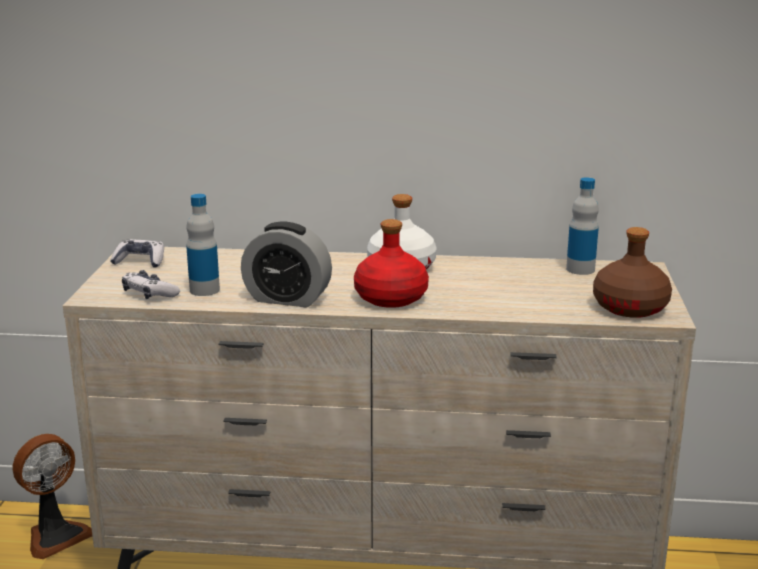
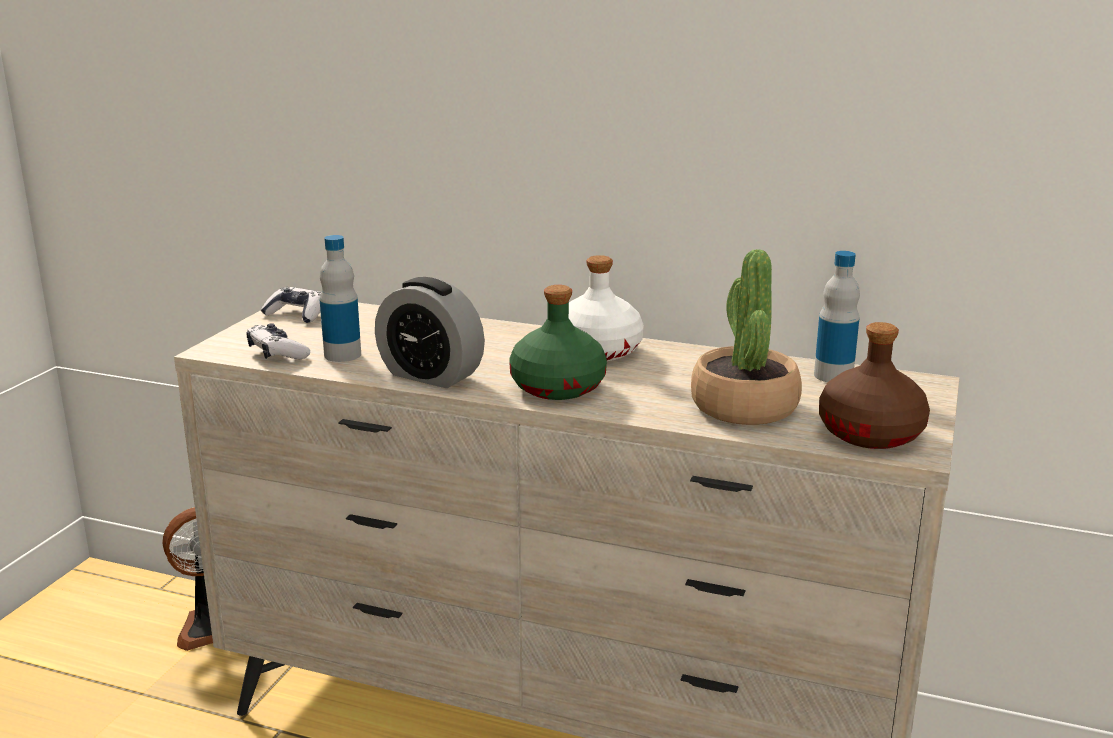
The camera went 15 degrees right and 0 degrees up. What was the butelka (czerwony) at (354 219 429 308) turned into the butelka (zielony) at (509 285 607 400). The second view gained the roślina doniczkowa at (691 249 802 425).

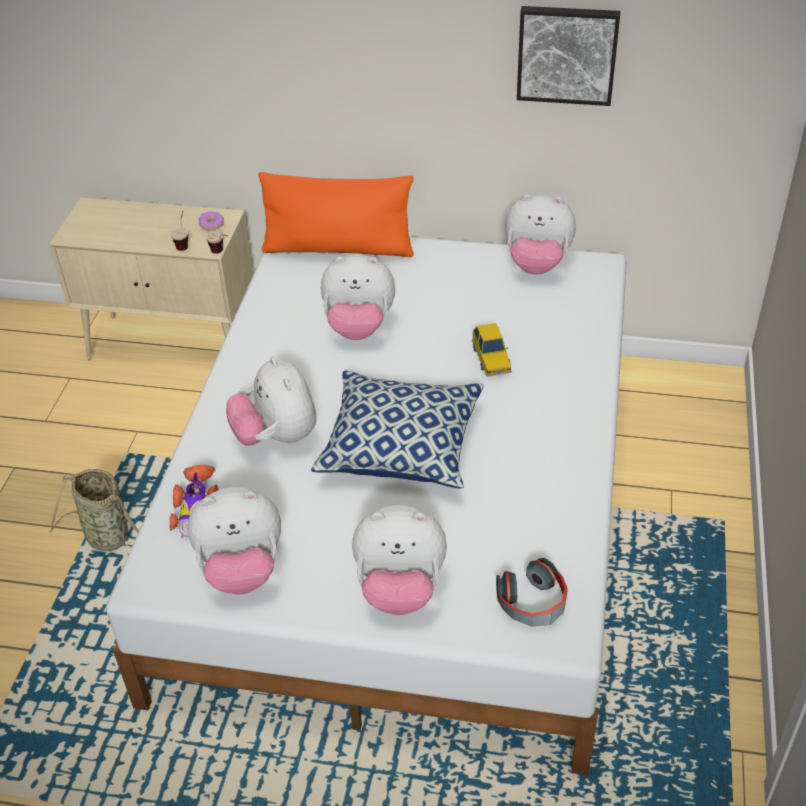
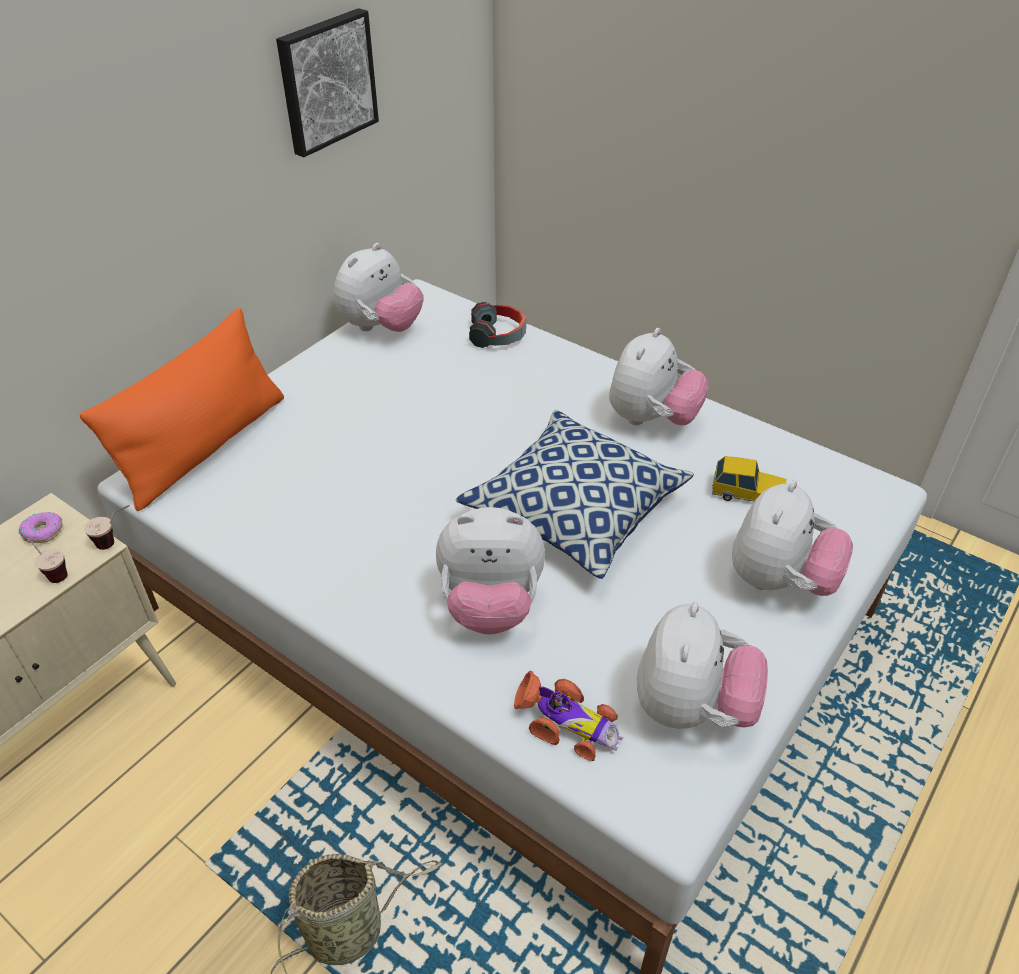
The camera went 65 degrees left and 0 degrees up. The słuchawki ended up elsewhere, having gone from (496 558 568 627) to (469 302 526 348). The pluszak ended up elsewhere, having gone from (321 255 395 340) to (609 328 709 425). The samochodzik ended up elsewhere, having gone from (472 323 512 377) to (712 456 786 502).

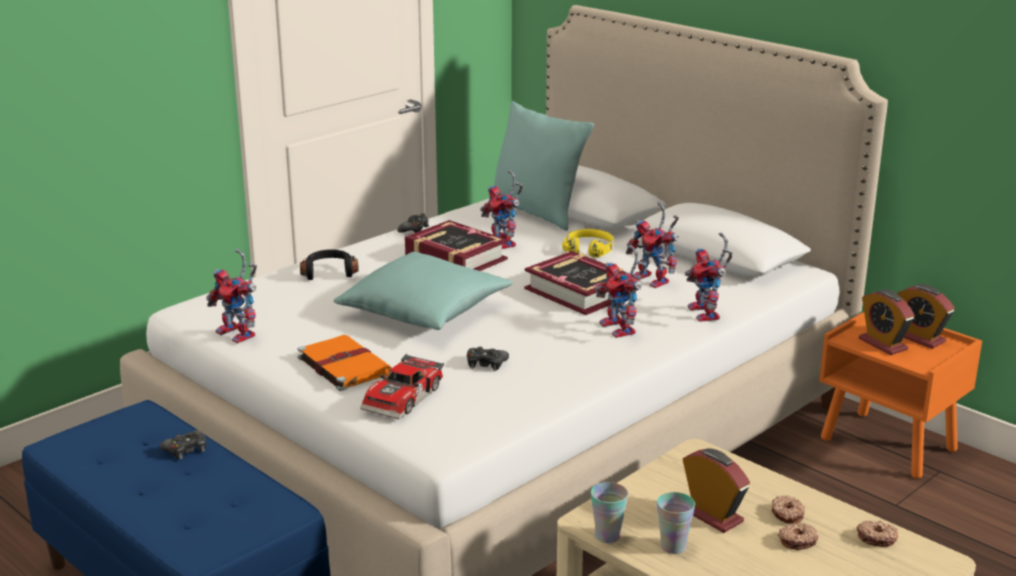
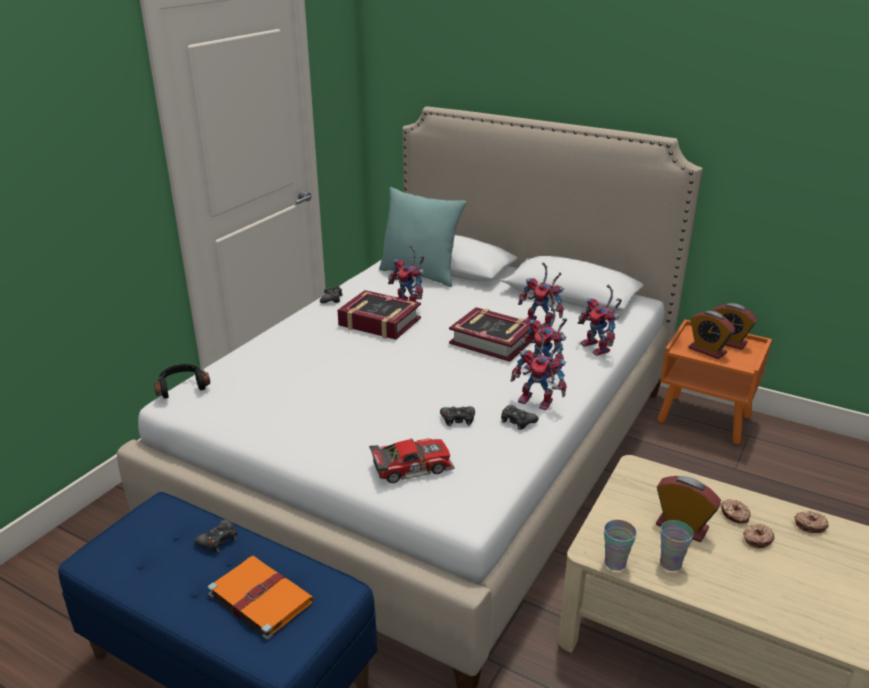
The camera went 15 degrees left and 5 degrees up. The słuchawki (czarny) ended up elsewhere, having gone from (300 249 359 280) to (154 364 210 399). The książka (pomarańczowy) ended up elsewhere, having gone from (297 335 392 391) to (208 556 314 640). The samochodzik at (360 354 444 420) ended up facing another way, 120 degrees counterclockwise from before. The second view gained the pad do gier (czarny) at (501 405 539 430). The robot zabawkowy ended up elsewhere, having gone from (206 248 257 344) to (511 331 567 410). The second view lost the poduszka (turkusowy) at (333 252 513 330). The second view lost the słuchawki (żółty) at (562 229 614 257).

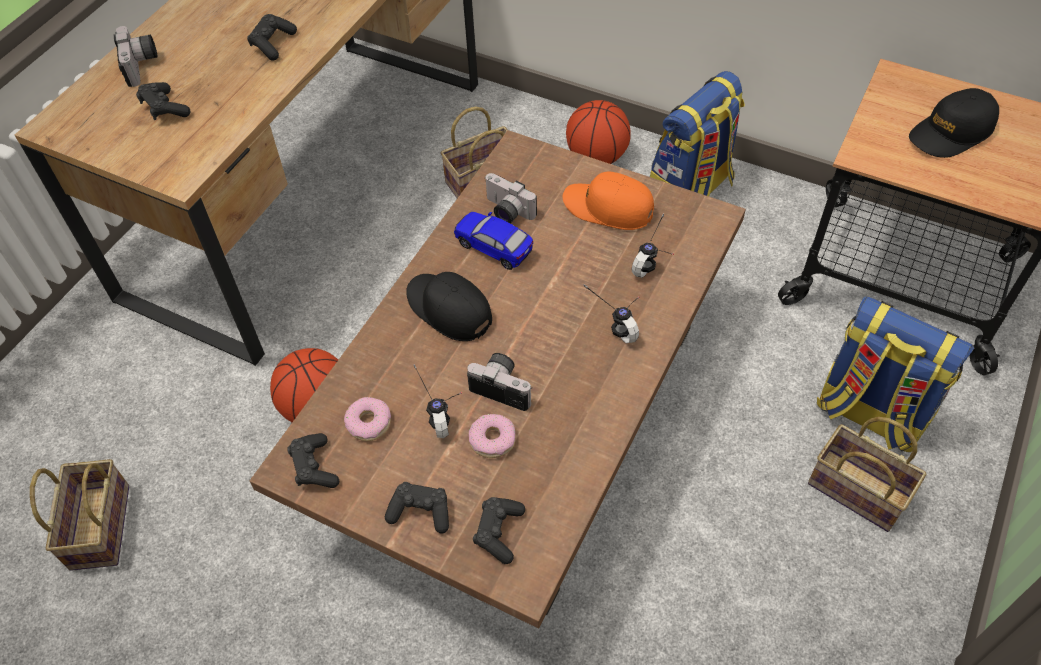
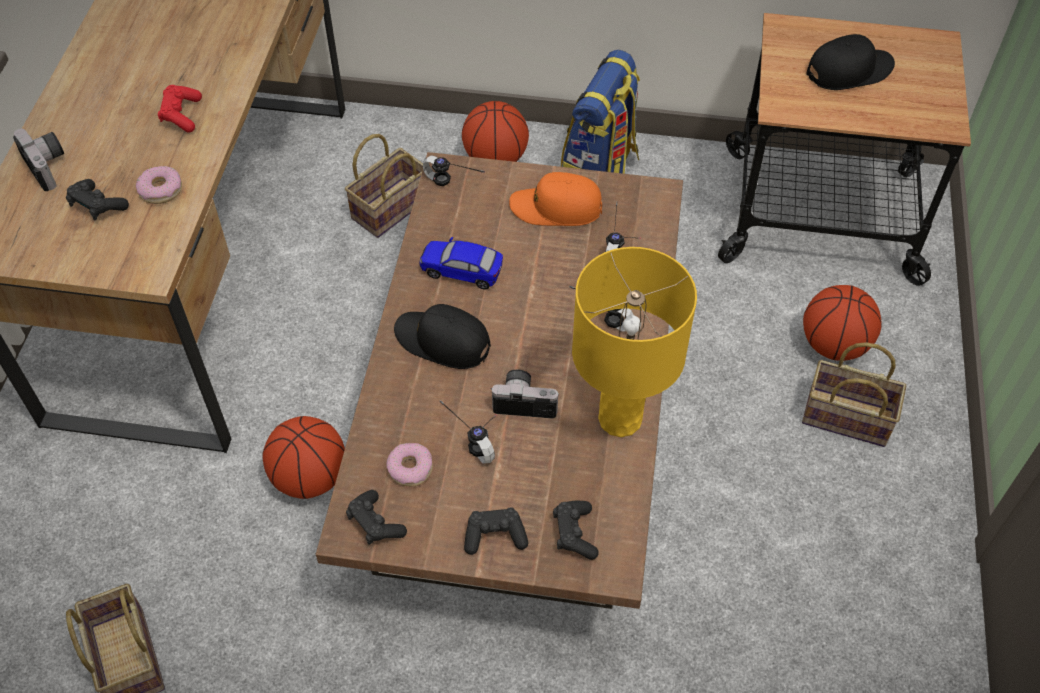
The camera went 20 degrees left and 0 degrees up. The donut ended up elsewhere, having gone from (469 414 516 458) to (136 166 182 204). What was the pad do gier (czarny) at (247 14 297 61) turned into the pad do gier (czerwony) at (158 85 202 133). The second view gained the słuchawki at (423 155 485 186). The second view gained the lampa stołowa (żółty) at (572 247 697 437). Where the plecak stood at (817 296 974 452), the piłka do koszykówki came to stand at (803 285 882 361). The czapka z daszkiem (czarny) at (909 88 999 158) ended up facing another way, 150 degrees counterclockwise from before. The second view lost the aparat fotograficzny at (484 173 537 223).

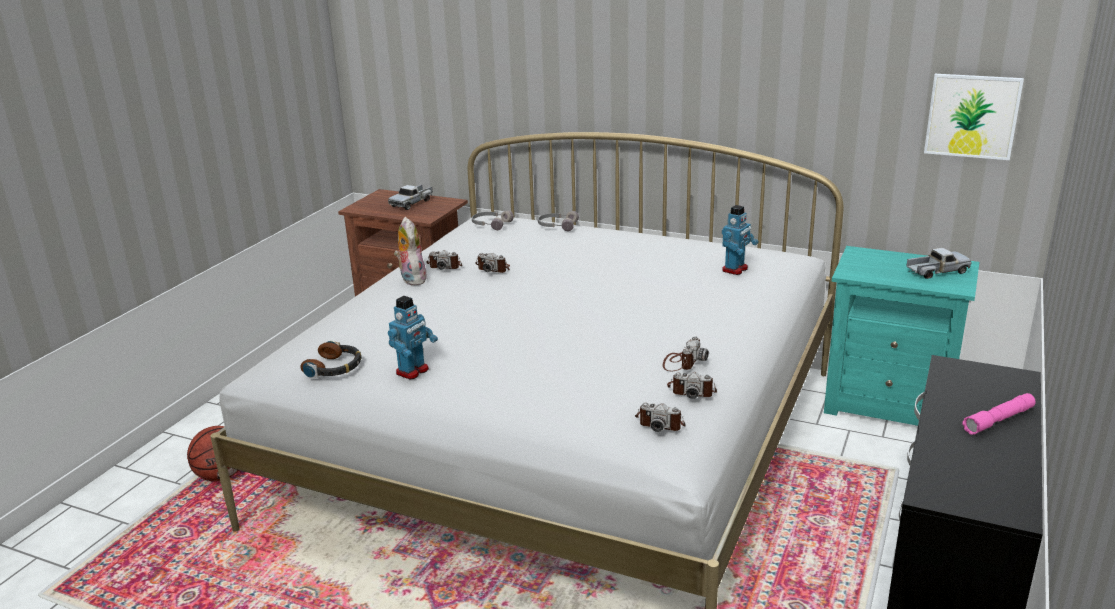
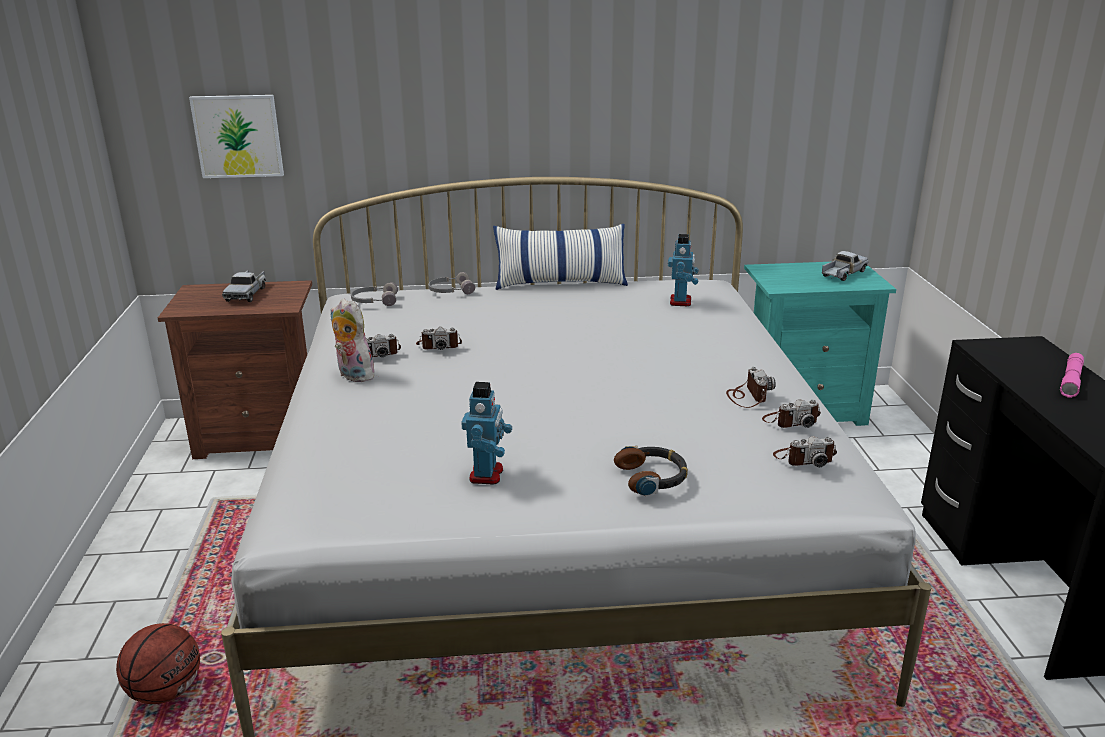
The camera went 30 degrees left and 0 degrees up. The obraz ended up elsewhere, having gone from (924 74 1024 160) to (189 95 284 178). The second view gained the poduszka at (493 224 628 290). The słuchawki ended up elsewhere, having gone from (300 341 361 378) to (614 446 688 496).

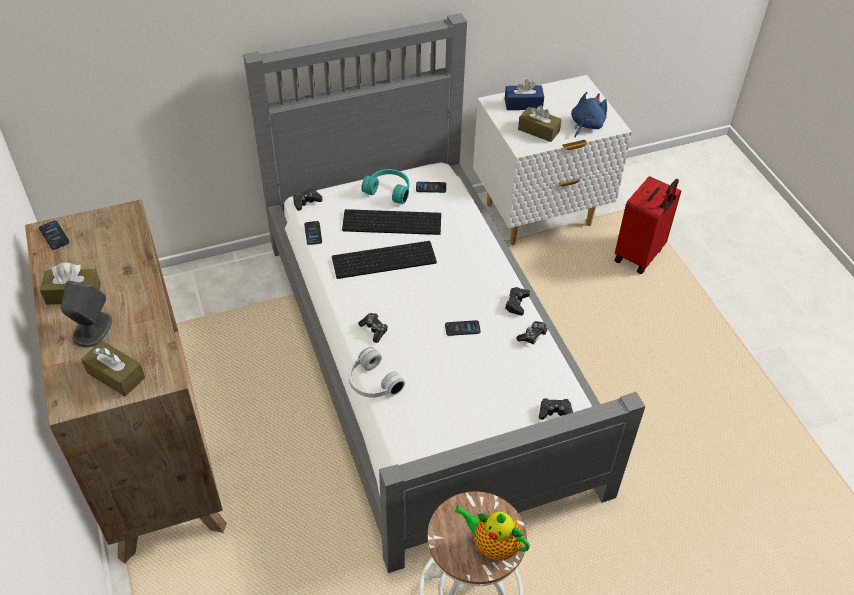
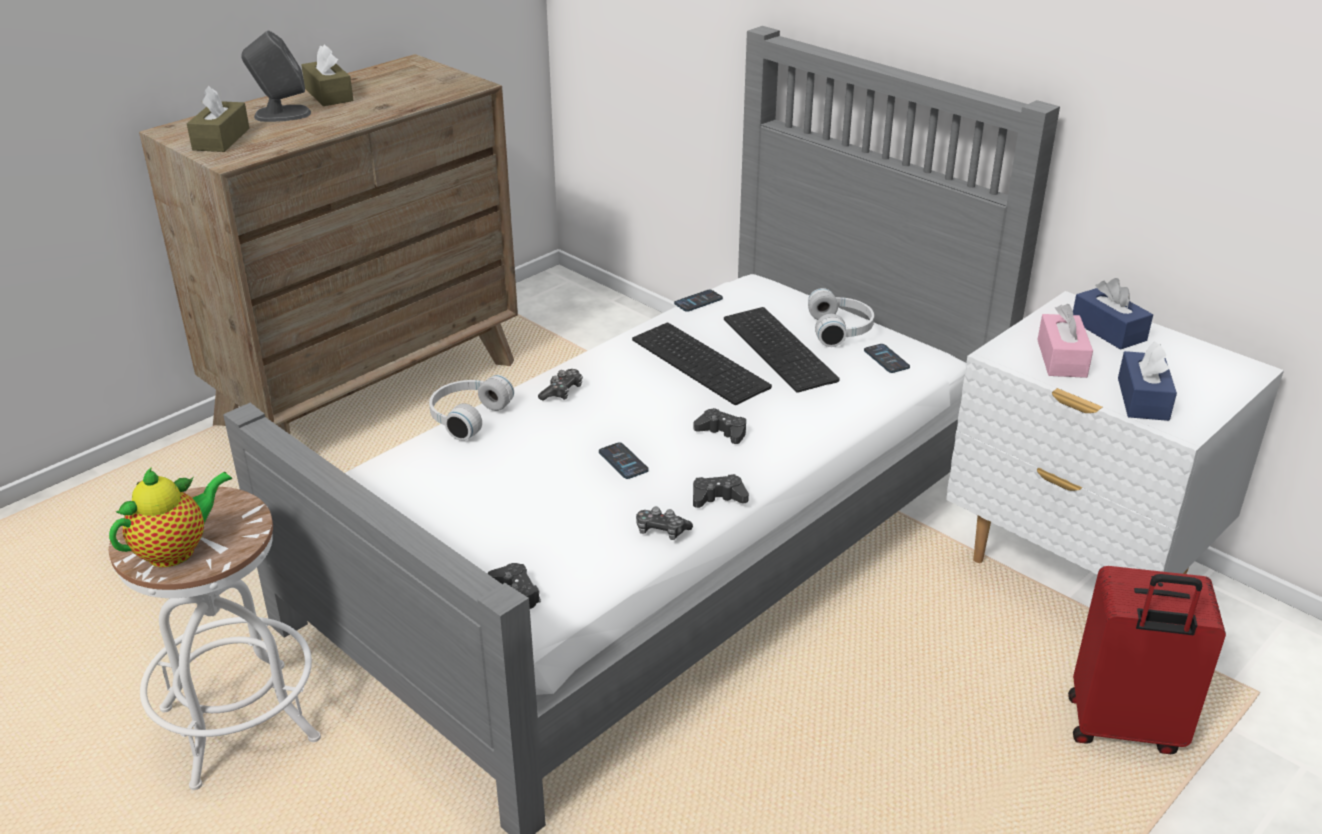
The camera went 65 degrees right and 15 degrees down. The imbryk at (454 506 530 561) ended up facing another way, 45 degrees clockwise from before. The pad do gier (czarny) ended up elsewhere, having gone from (293 188 323 211) to (693 408 746 444). What was the słuchawki (turkusowy) at (361 169 409 204) turned into the słuchawki (biały) at (808 288 874 347). What was the pudełko chusteczek (brązowy) at (518 105 562 142) turned into the pudełko chusteczek (różowy) at (1037 304 1093 378). Where the pluszak (niebieski) stood at (571 92 607 137), the pudełko chusteczek (niebieski) came to stand at (1118 341 1177 421). The second view lost the telefon at (39 221 70 250).

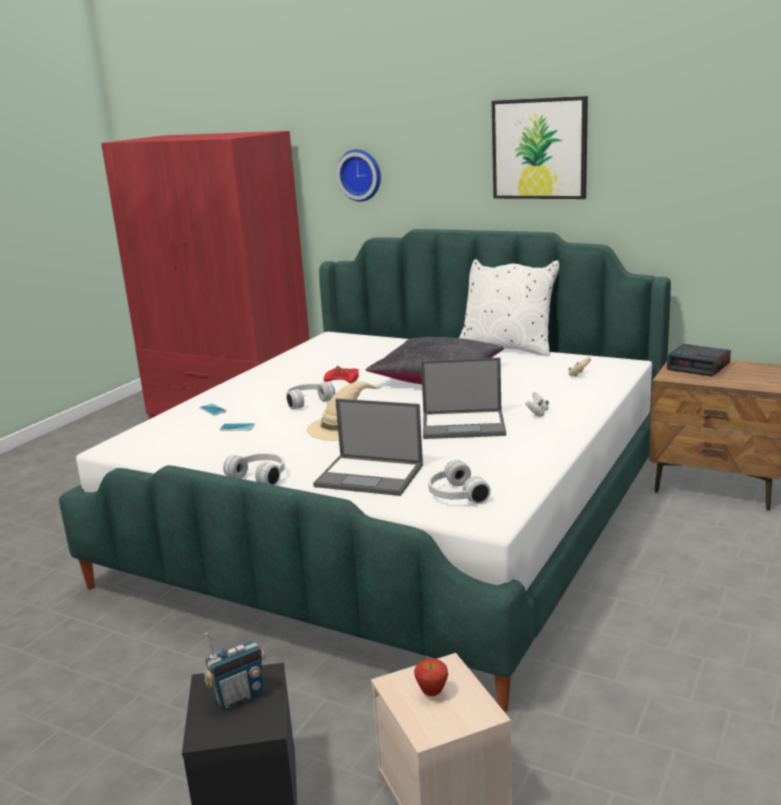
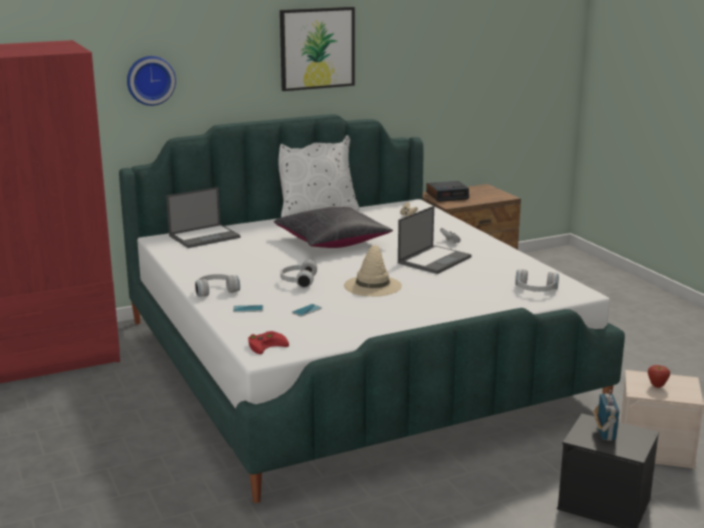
The camera went 55 degrees left and 0 degrees up. The laptop ended up elsewhere, having gone from (313 399 423 496) to (166 187 240 248). The słuchawki (biały) ended up elsewhere, having gone from (223 453 285 485) to (195 274 240 297). The pad do gier (czerwony) ended up elsewhere, having gone from (324 366 359 383) to (248 331 289 354).

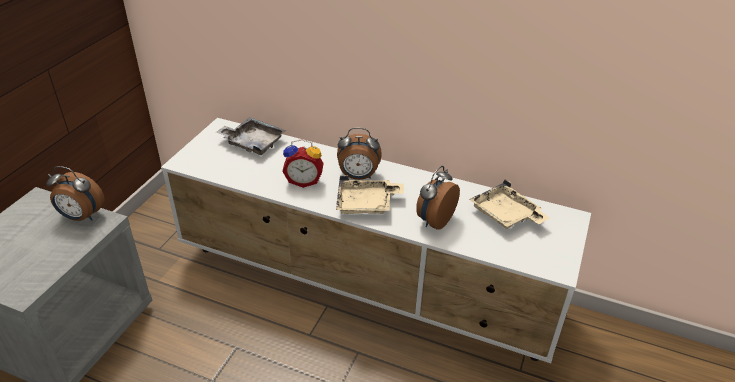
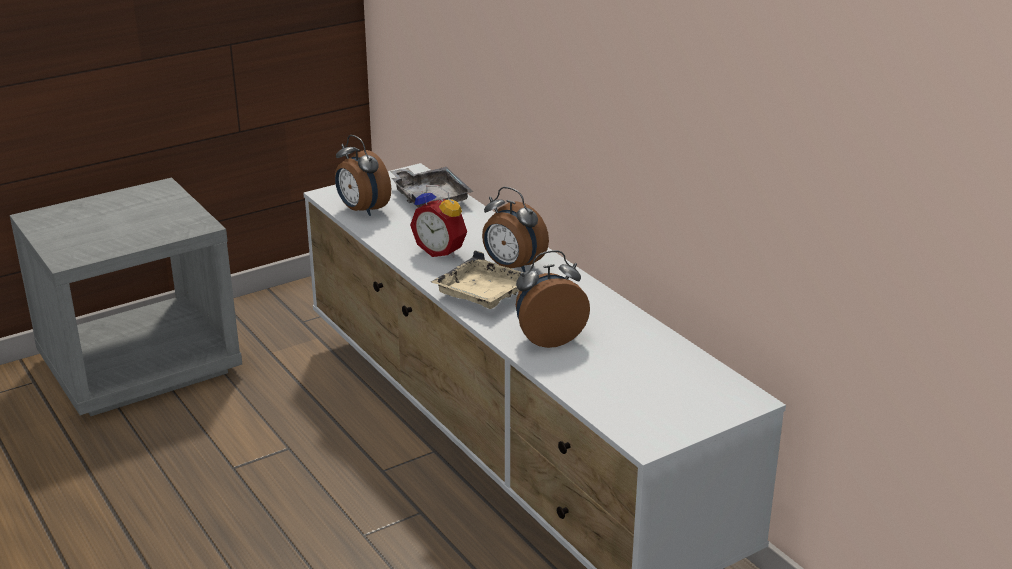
The camera went 35 degrees right and 10 degrees down. The budzik ended up elsewhere, having gone from (47 166 105 221) to (335 135 391 216). The second view lost the taca (beżowy) at (469 179 549 229).

